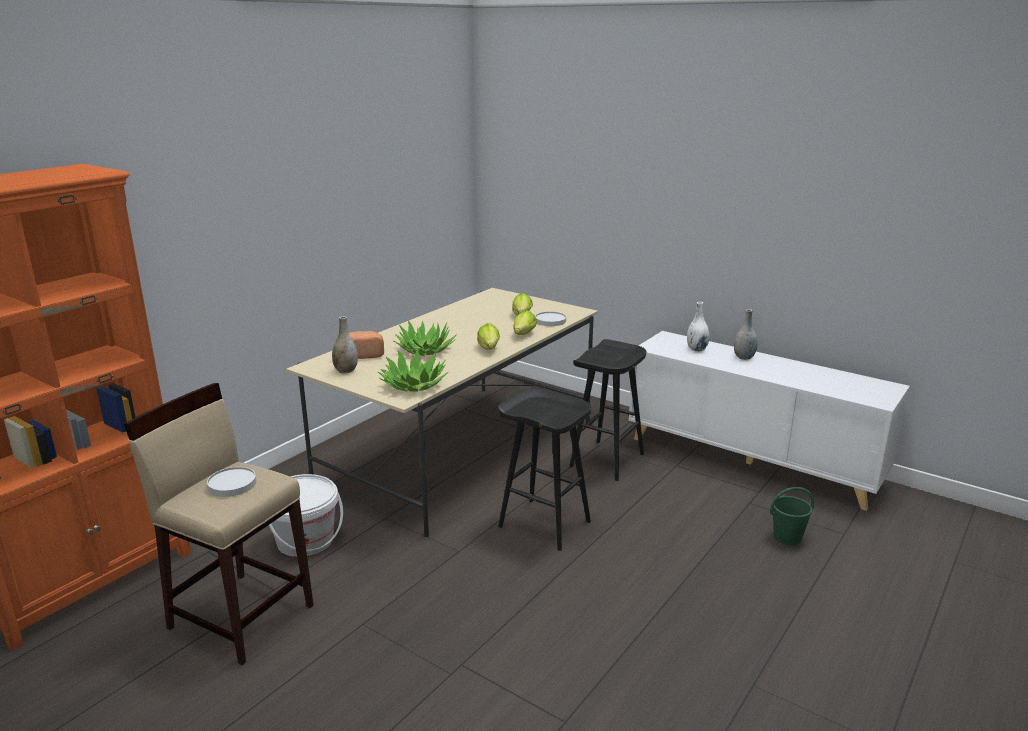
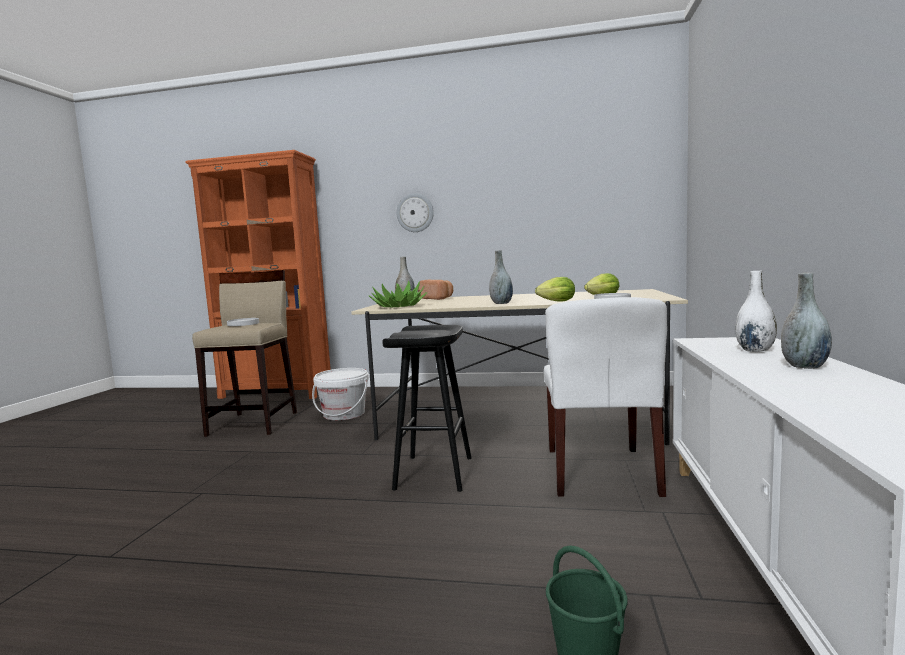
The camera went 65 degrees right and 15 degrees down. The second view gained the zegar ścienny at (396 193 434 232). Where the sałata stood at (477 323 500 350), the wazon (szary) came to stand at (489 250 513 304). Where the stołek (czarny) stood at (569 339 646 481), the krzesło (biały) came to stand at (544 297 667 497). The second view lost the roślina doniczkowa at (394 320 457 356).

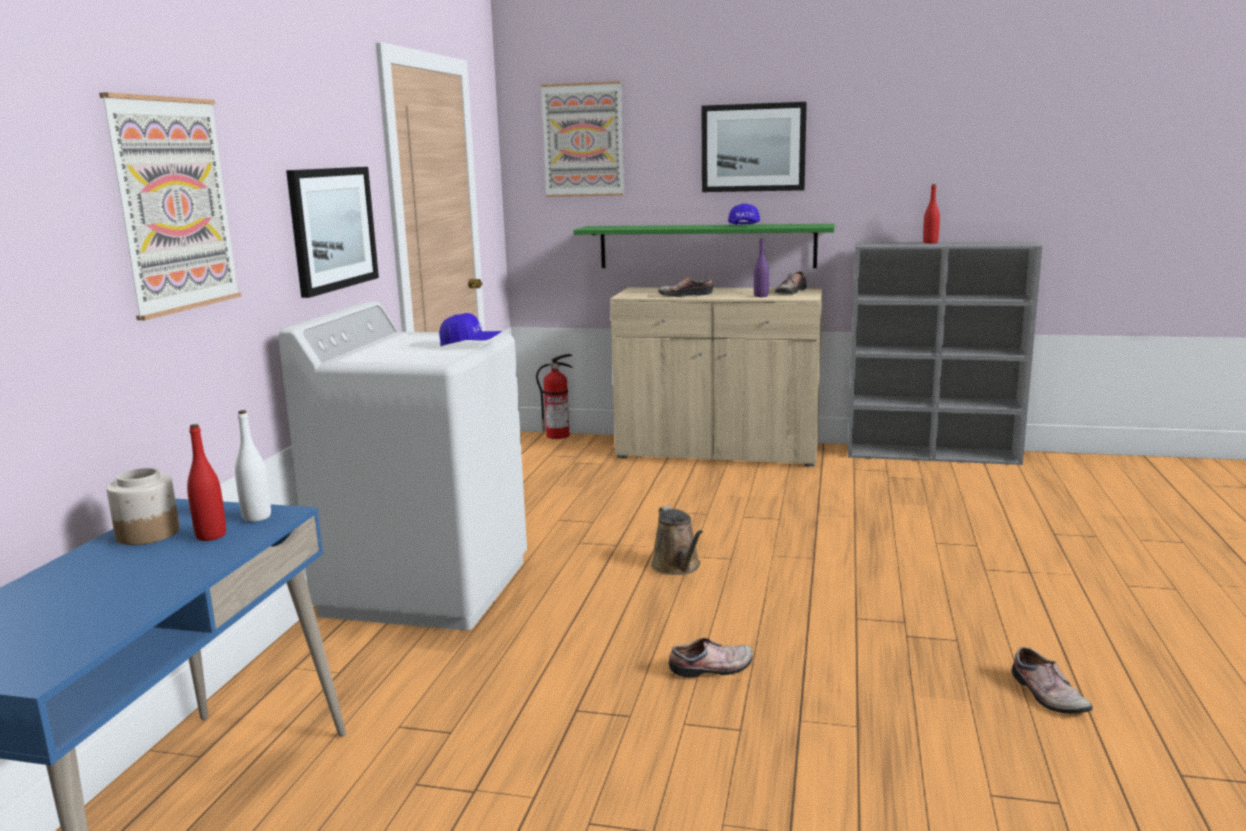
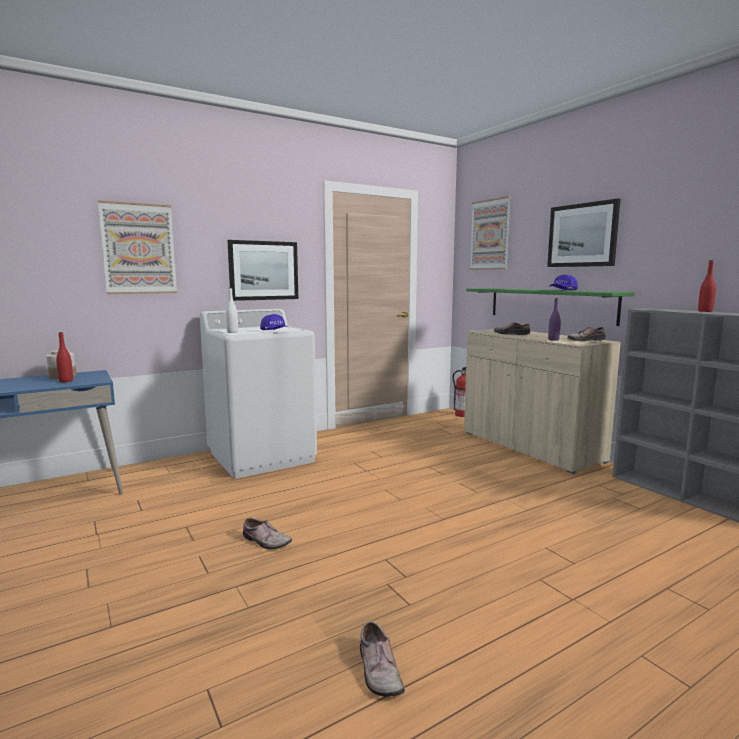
The camera went 45 degrees right and 5 degrees down. The butelka (biały) ended up elsewhere, having gone from (235 410 271 522) to (225 288 238 333). The but at (1012 647 1093 714) ended up facing another way, 45 degrees counterclockwise from before. The second view lost the konewka (brązowy) at (651 506 703 575).

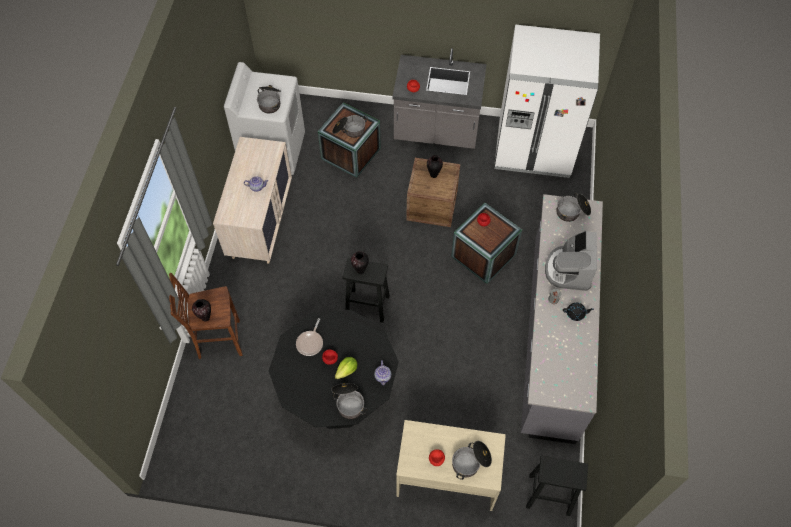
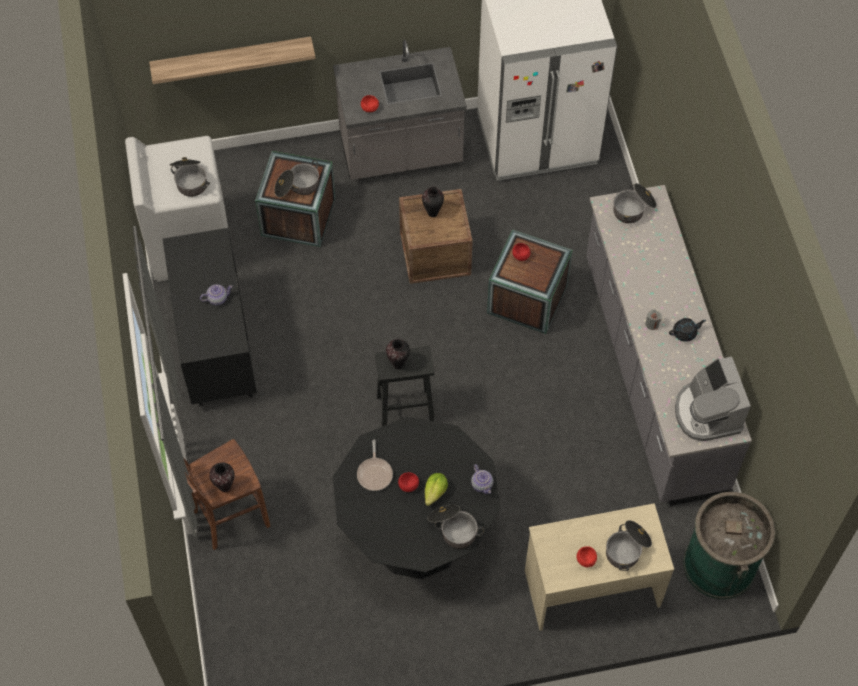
The camera went 20 degrees left and 0 degrees up. The second view gained the półka at (149 37 316 84). What was the komoda (beżowy) at (213 137 292 264) turned into the komoda (czarny) at (163 228 257 406). The ekspres do kawy ended up elsewhere, having gone from (545 230 597 291) to (675 357 751 441). Where the stołek (czarny) stood at (526 456 588 516), the kosz na śmieci (zielony) came to stand at (683 492 775 599).

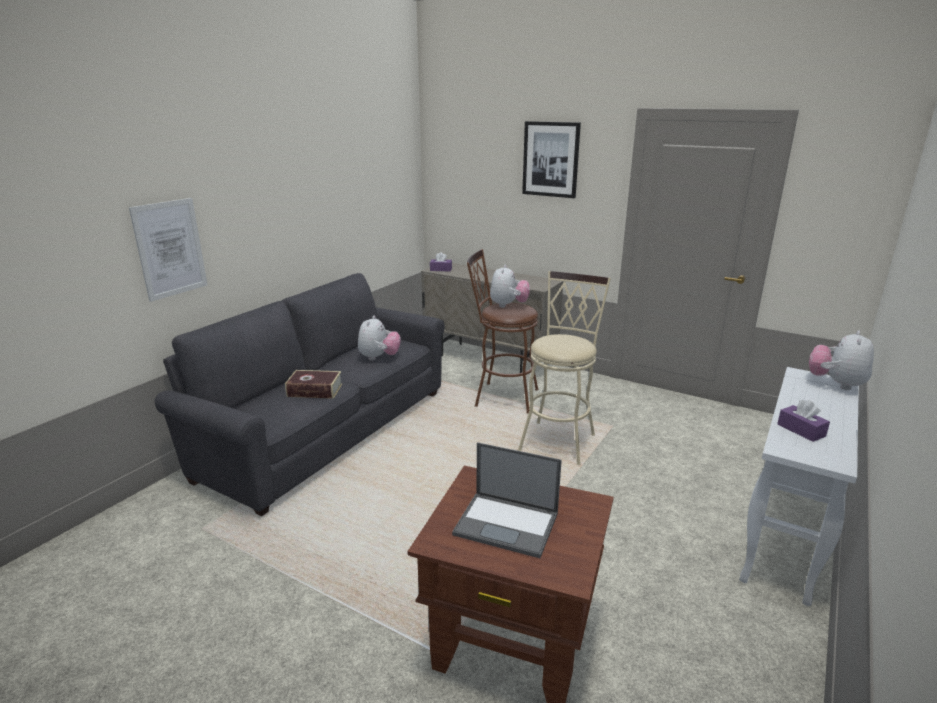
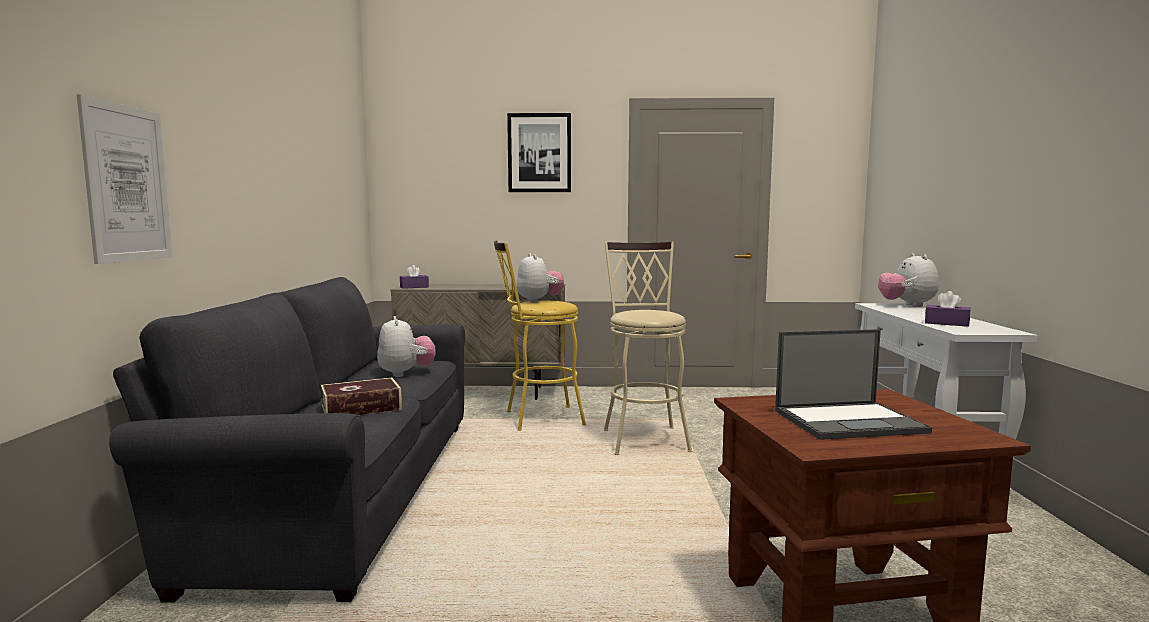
The camera went 30 degrees left and 15 degrees down. What was the stołek (brązowy) at (467 249 538 413) turned into the stołek (żółty) at (494 240 586 431).

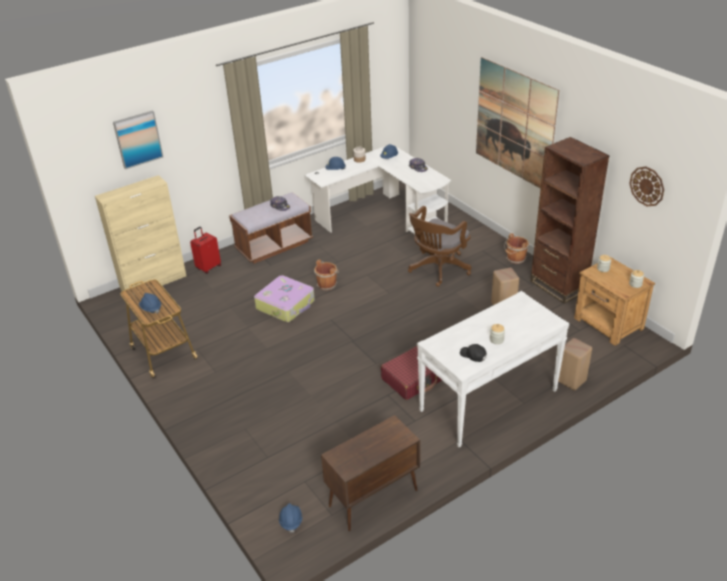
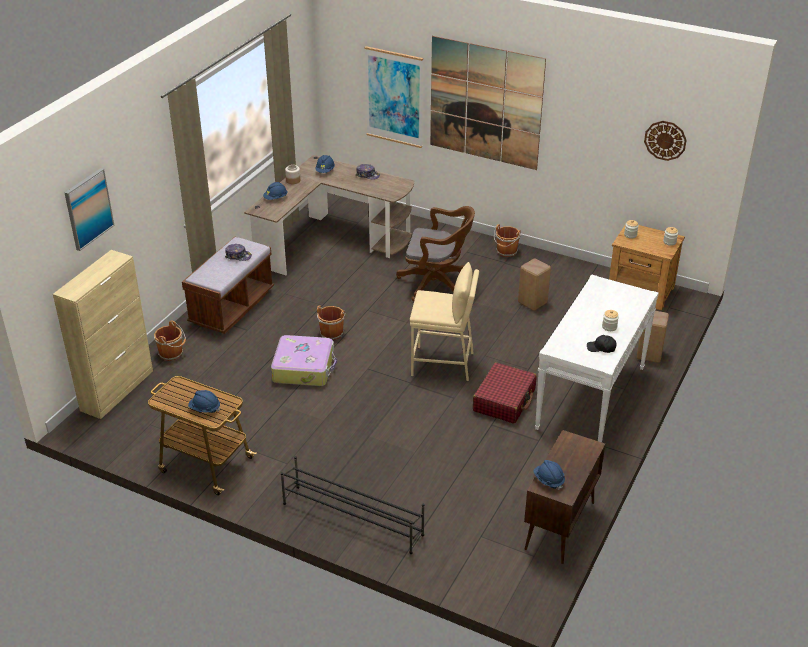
The camera went 30 degrees left and 0 degrees up. Where the walizka (czerwony) stood at (190 227 221 274), the wiadro (brązowy) came to stand at (154 321 186 361). What was the biurko (biały) at (305 144 451 234) turned into the biurko (brązowy) at (244 155 414 275). The second view gained the regał na buty (czarny) at (281 456 425 554). The second view gained the obraz at (365 46 423 148). The krzesło biurowe (brązowy) at (408 206 471 287) ended up facing another way, 90 degrees counterclockwise from before. The second view gained the stołek (beżowy) at (410 262 479 381). The kask (niebieski) ended up elsewhere, having gone from (279 503 302 533) to (533 460 565 490). The second view lost the regał (brązowy) at (530 137 610 304).

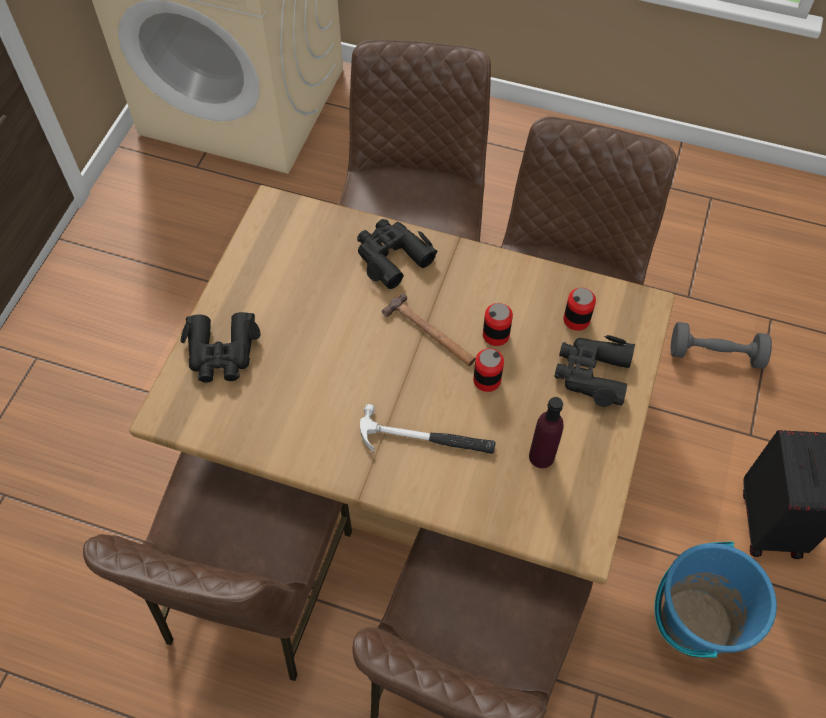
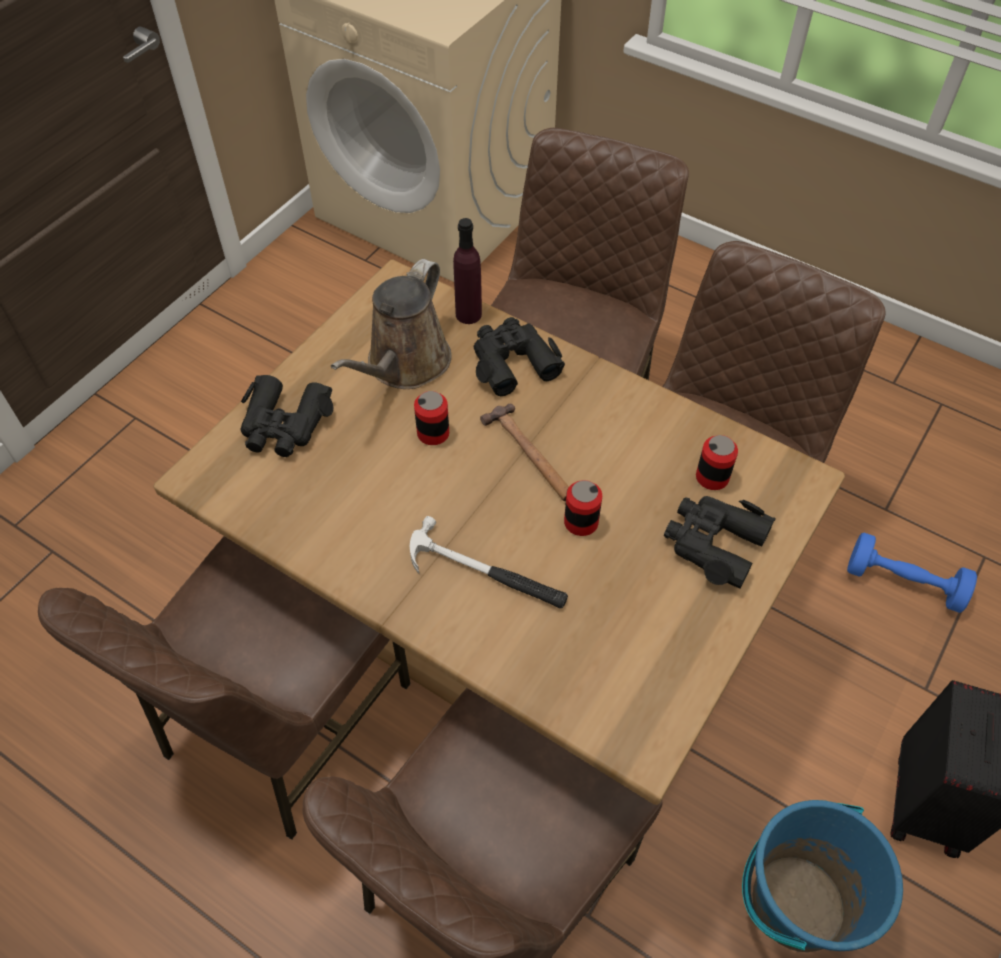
The camera went 15 degrees right and 5 degrees down. The second view gained the konewka (brązowy) at (331 259 451 389). The puszka ended up elsewhere, having gone from (483 303 513 346) to (414 391 449 445). The butelka (fioletowy) ended up elsewhere, having gone from (529 397 564 468) to (453 218 482 324). What was the hantel (szary) at (671 322 772 369) turned into the hantel (niebieski) at (847 533 977 613).

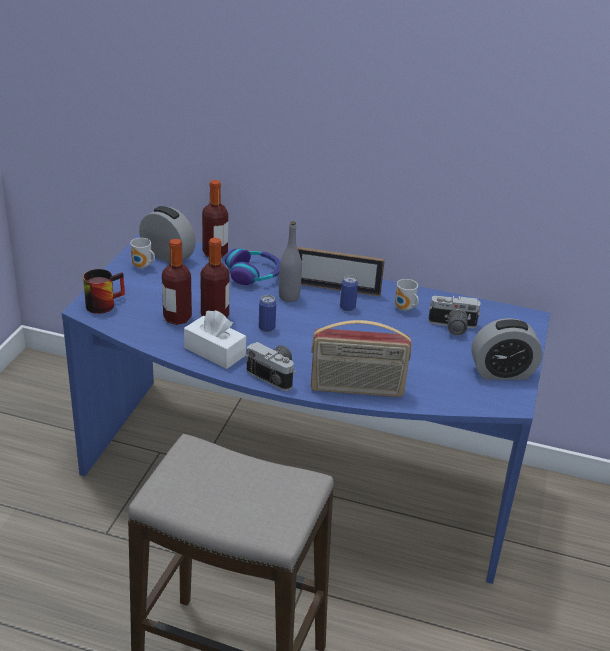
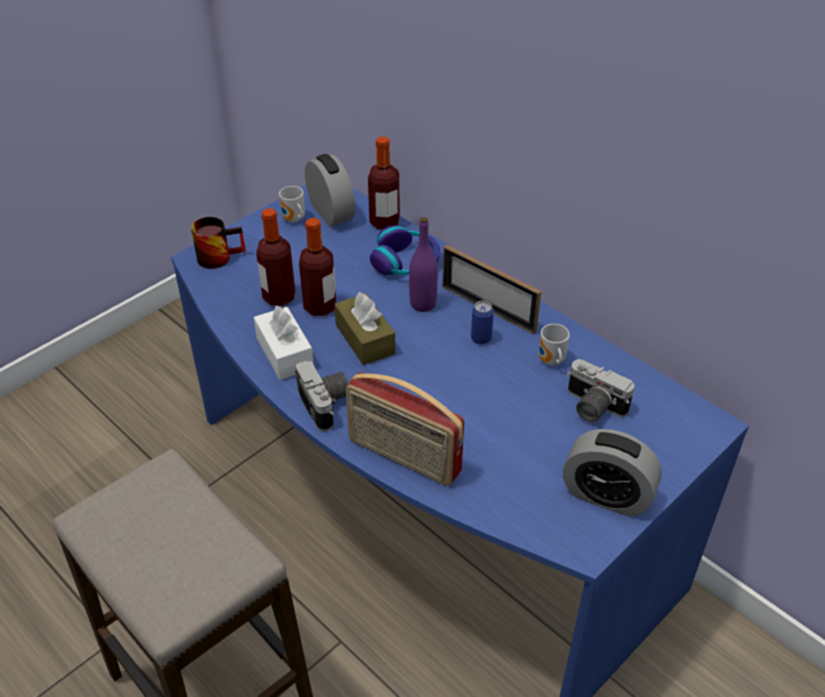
The camera went 30 degrees right and 10 degrees up. Where the puszka stood at (259 295 276 332), the pudełko chusteczek (brązowy) came to stand at (334 292 395 365). What was the butelka (szary) at (279 221 302 302) turned into the butelka (fioletowy) at (409 217 438 312).

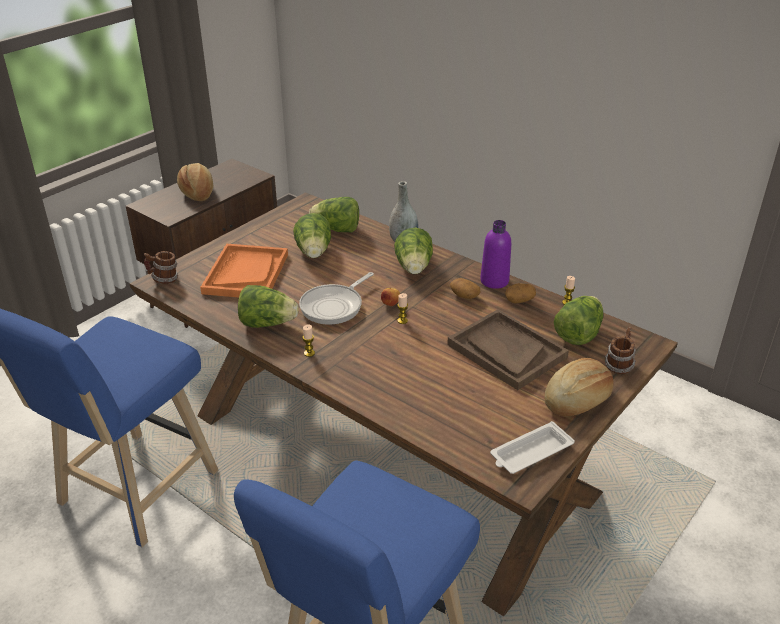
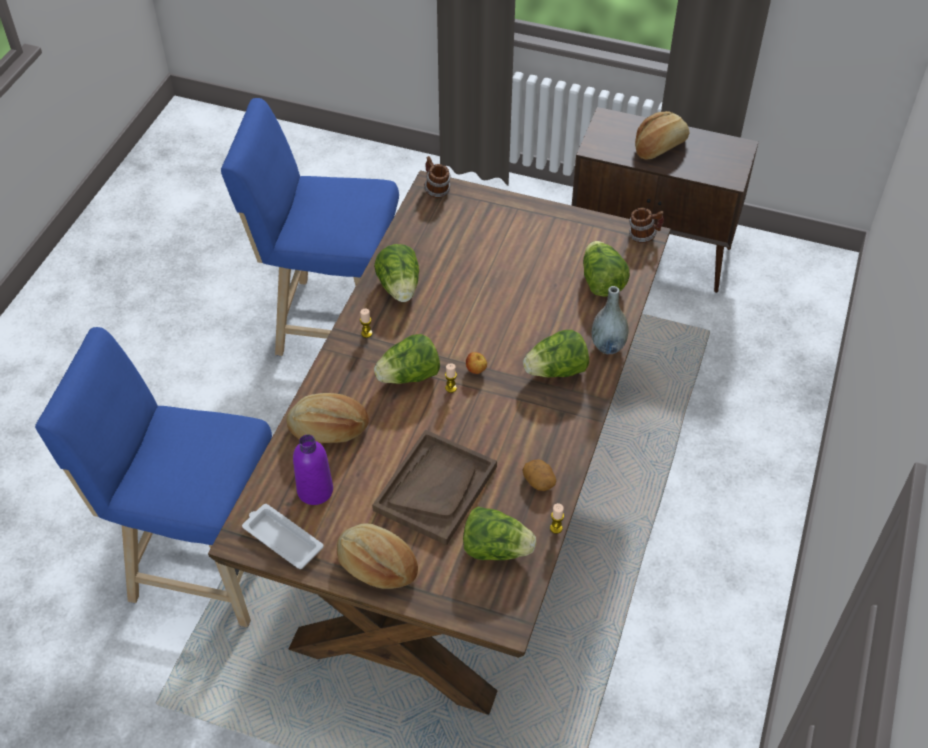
The camera went 70 degrees right and 15 degrees up. The second view gained the chleb at (287 393 369 443). The butelka (fioletowy) ended up elsewhere, having gone from (480 220 511 289) to (293 435 333 505). The sałata ended up elsewhere, having gone from (293 213 331 258) to (374 334 440 384). The kubek ended up elsewhere, having gone from (605 327 636 374) to (629 208 664 243). The second view lost the taca (pomarańczowy) at (200 244 288 298). The second view lost the patelnia at (299 272 374 325). The second view lost the ziemniak at (450 278 480 299).

